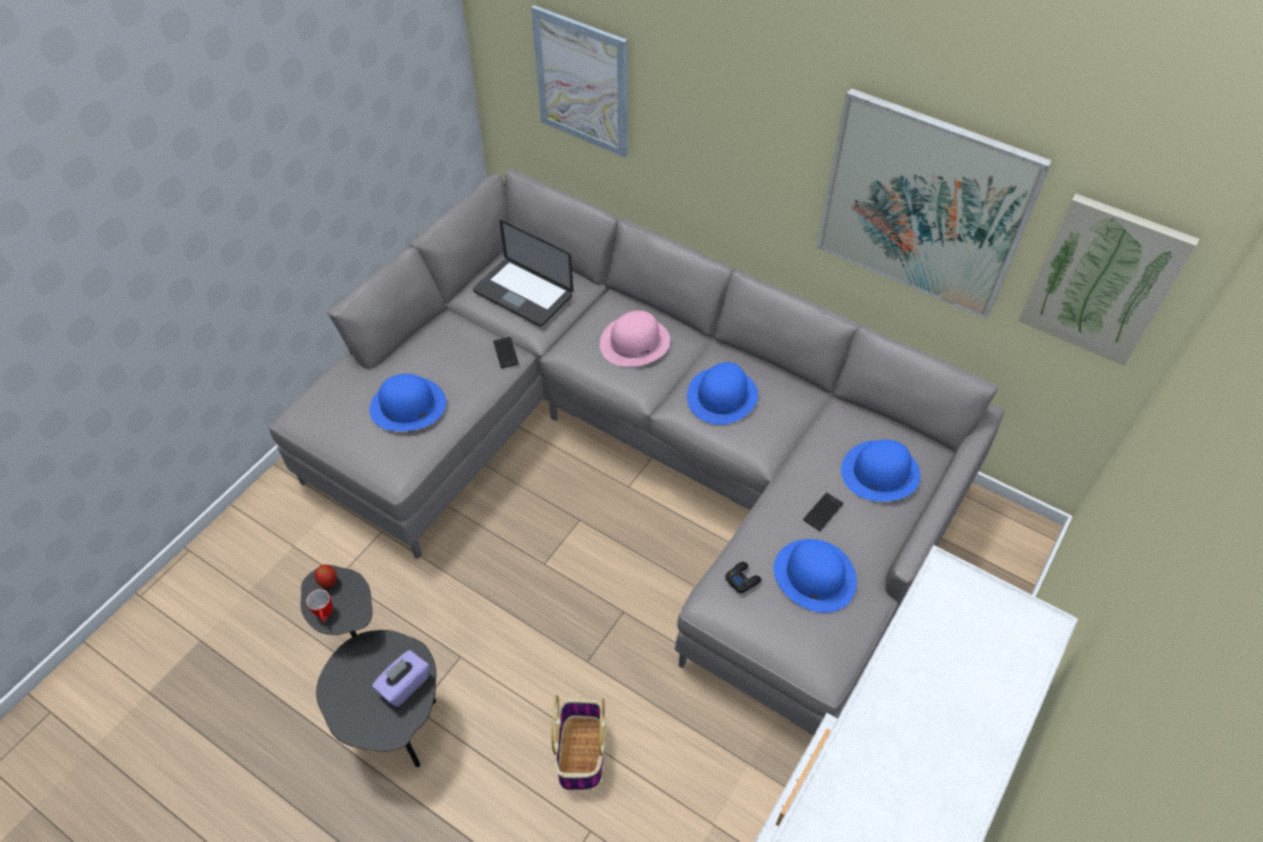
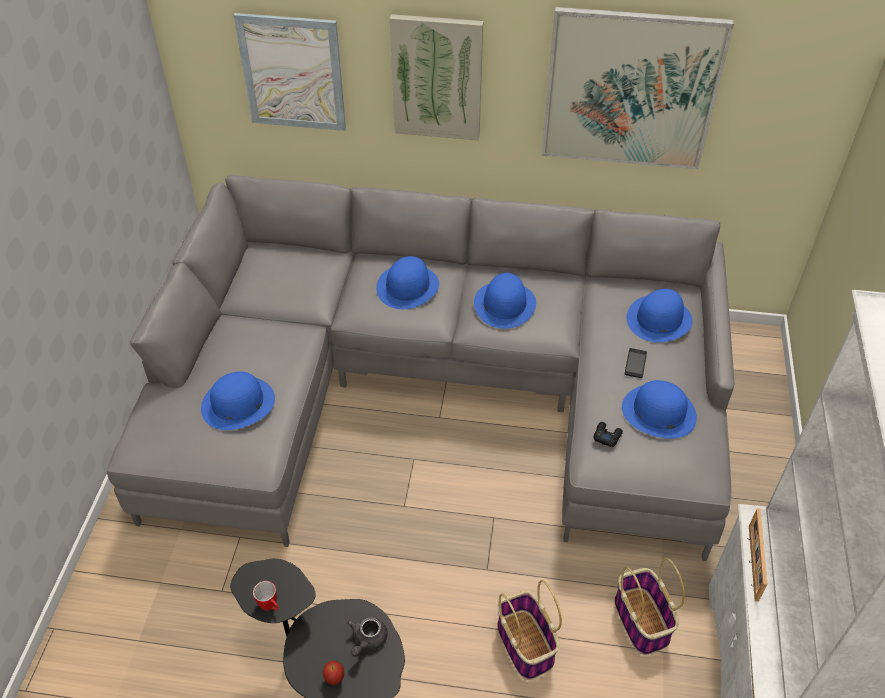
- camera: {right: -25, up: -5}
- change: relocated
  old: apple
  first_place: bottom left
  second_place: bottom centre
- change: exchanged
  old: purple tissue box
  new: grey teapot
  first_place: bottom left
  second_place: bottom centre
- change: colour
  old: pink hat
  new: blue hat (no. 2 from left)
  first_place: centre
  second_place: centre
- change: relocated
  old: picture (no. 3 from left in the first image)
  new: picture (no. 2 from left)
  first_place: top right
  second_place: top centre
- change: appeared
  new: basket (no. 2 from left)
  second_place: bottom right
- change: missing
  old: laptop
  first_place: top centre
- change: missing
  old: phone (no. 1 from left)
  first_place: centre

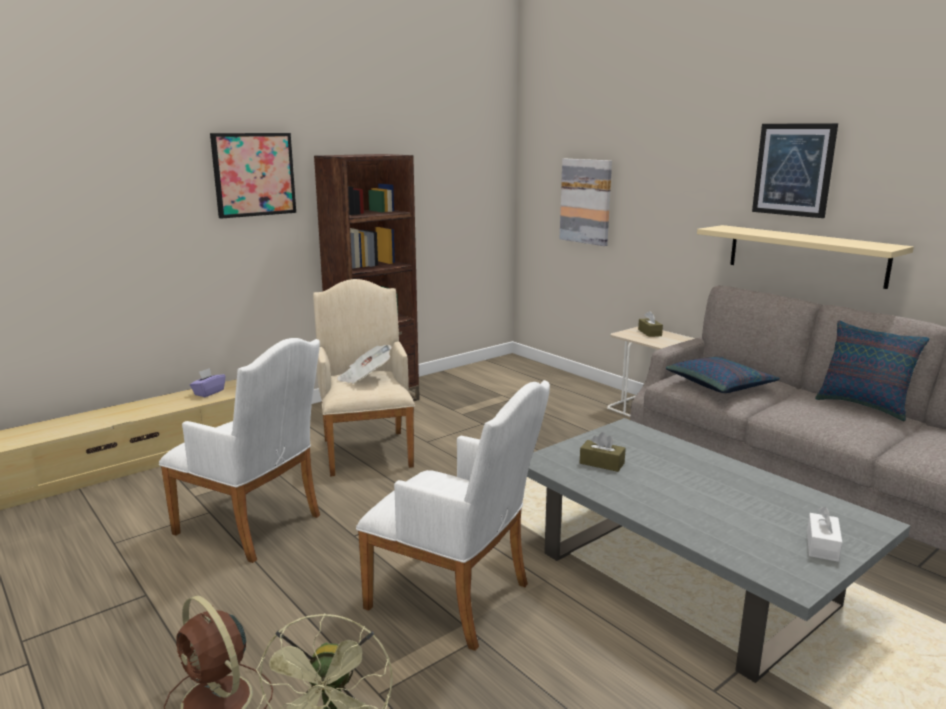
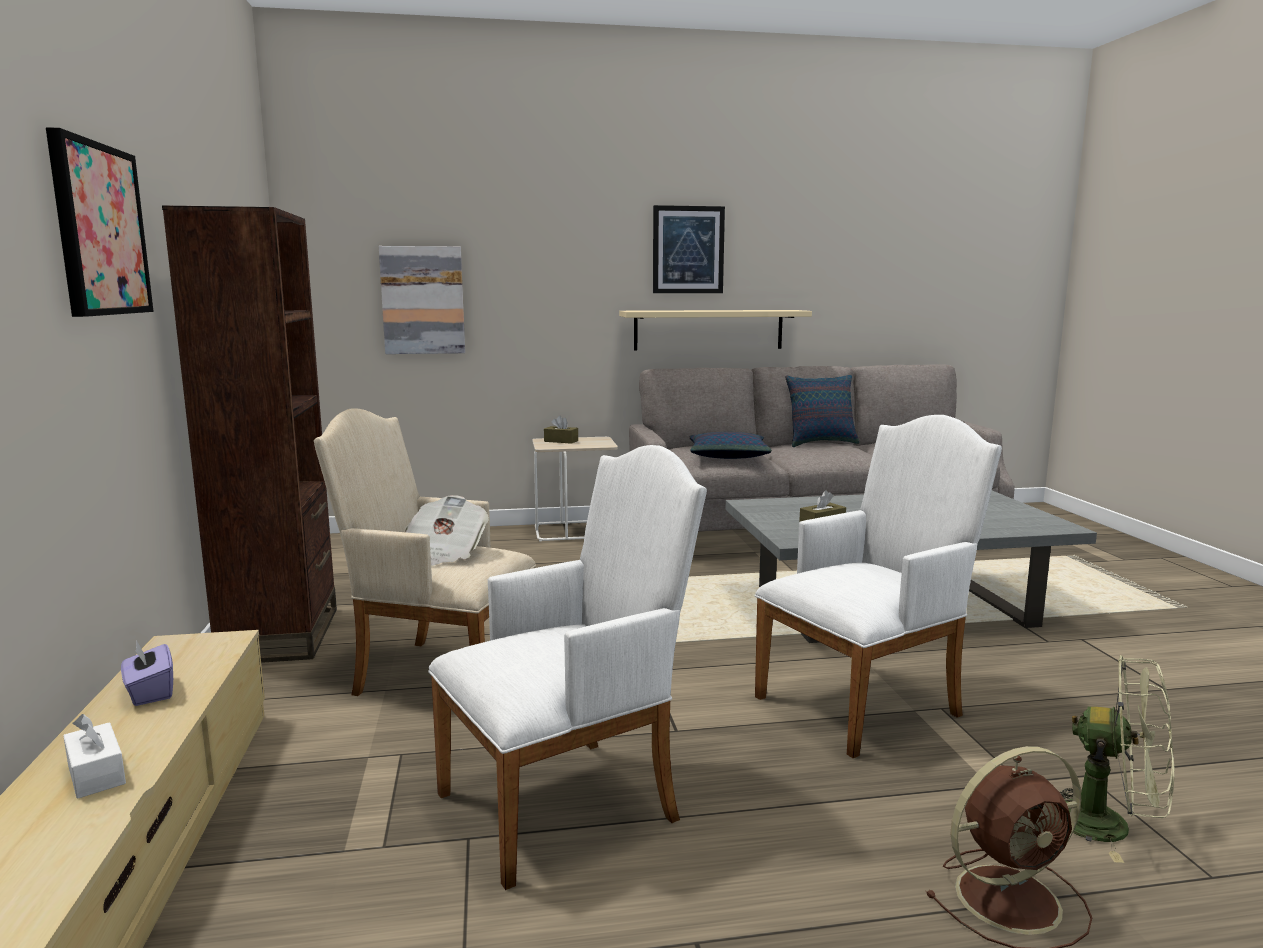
- camera: {right: -60, up: -5}
- change: relocated
  old: white tissue box
  first_place: bottom right
  second_place: bottom left

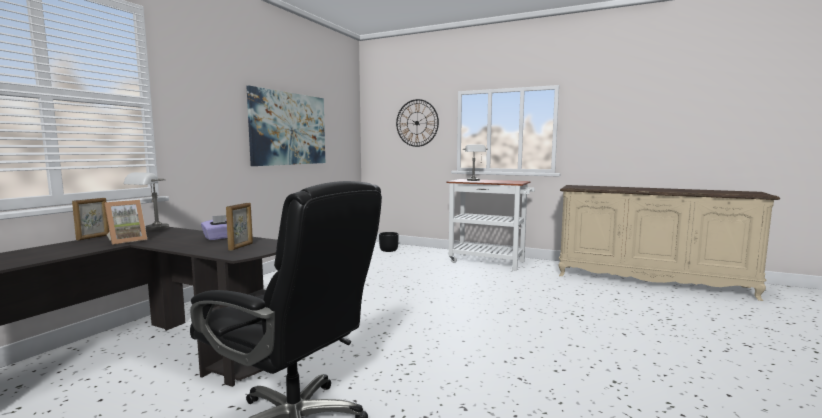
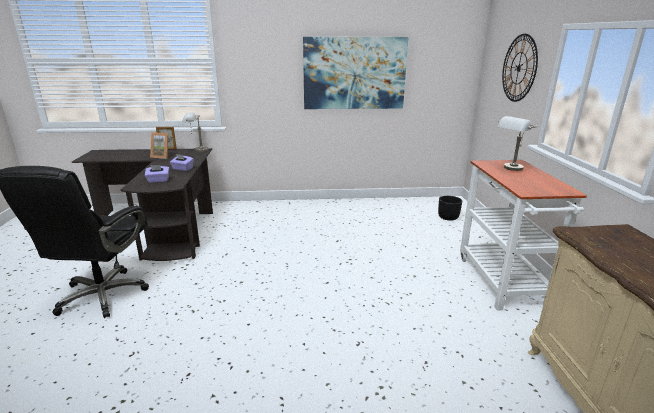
- camera: {right: 60, up: 15}
- change: exchanged
  old: picture frame (no. 3 from left)
  new: purple tissue box (no. 1 from left)
  first_place: middle left
  second_place: middle left

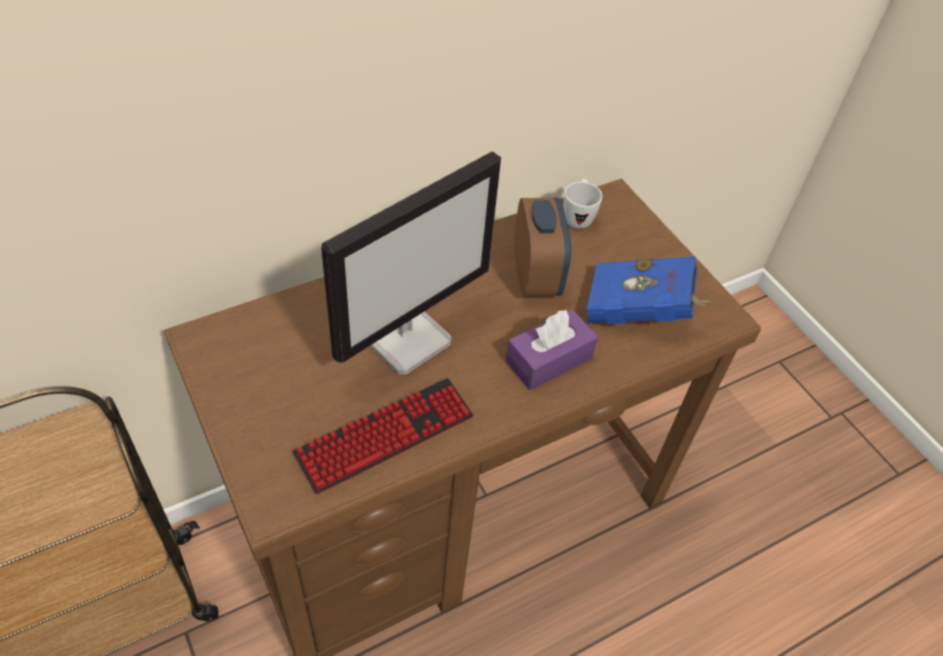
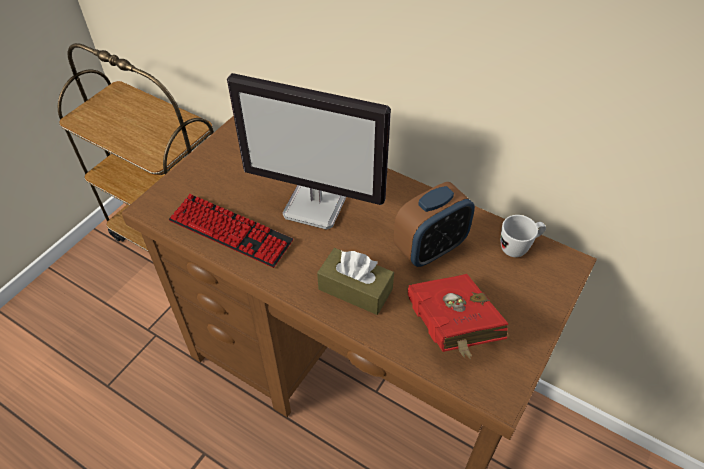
- camera: {right: 65, up: 0}
- change: colour
  old: purple tissue box
  new: brown tissue box
  first_place: centre
  second_place: centre
- change: colour
  old: blue book
  new: red book
  first_place: middle right
  second_place: bottom centre

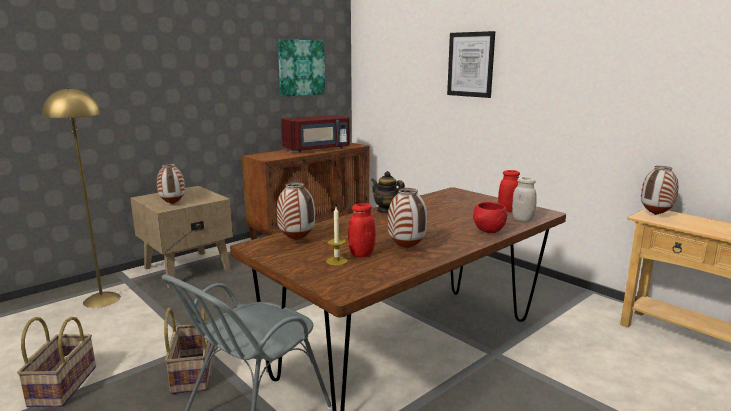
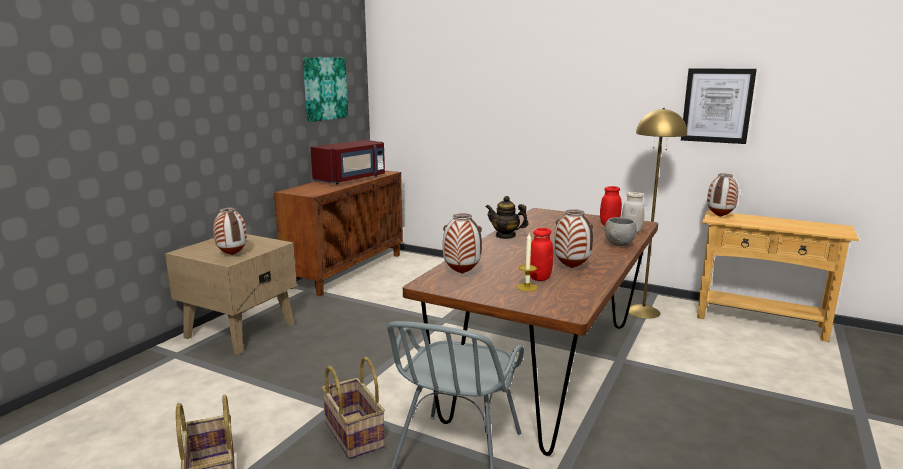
- camera: {right: -20, up: 0}
- change: colour
  old: red bowl
  new: grey bowl
  first_place: middle right
  second_place: middle right
- change: relocated
  old: yellow floor lamp
  first_place: middle left
  second_place: middle right
- change: relocated
  old: picture (no. 2 from left)
  first_place: top centre
  second_place: top right

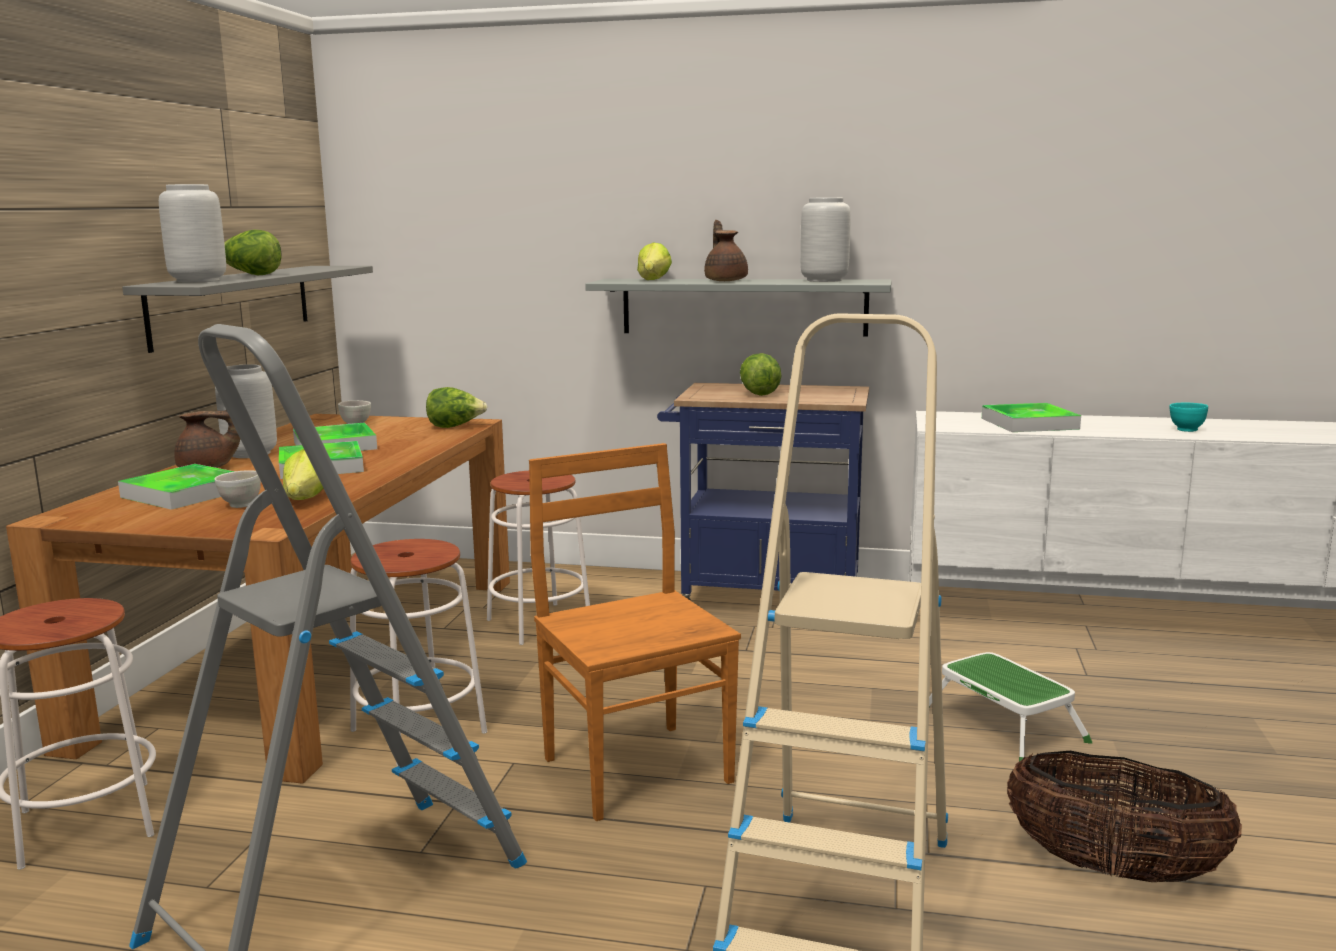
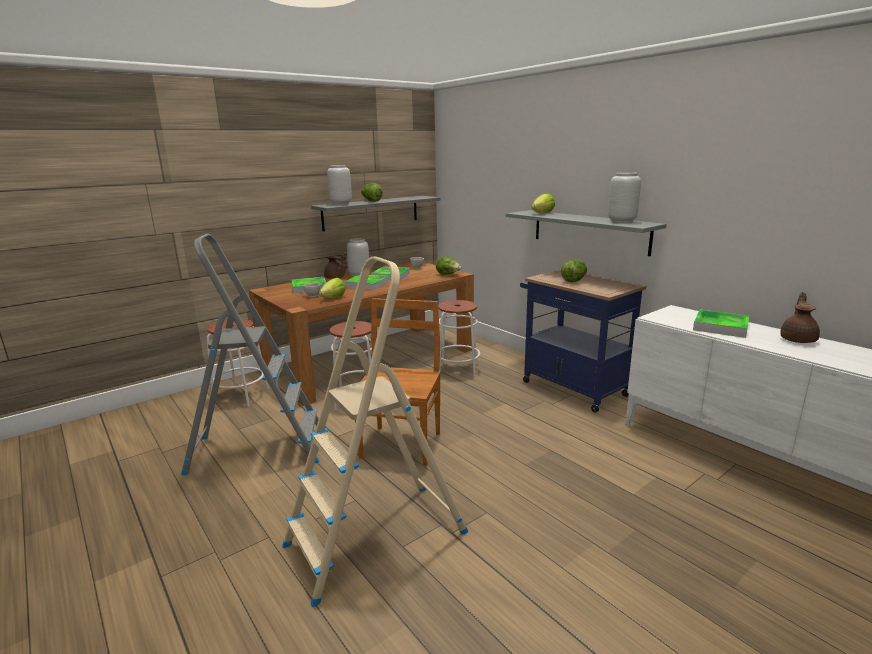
- camera: {right: 40, up: 5}
- change: relocated
  old: brown teapot (no. 2 from left)
  first_place: top centre
  second_place: middle right
- change: missing
  old: green step ladder
  first_place: bottom right
- change: missing
  old: basket
  first_place: bottom right
- change: missing
  old: turquoise bowl
  first_place: middle right

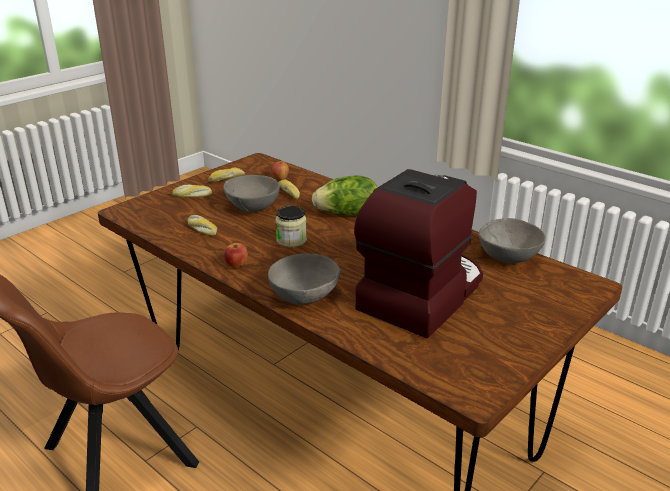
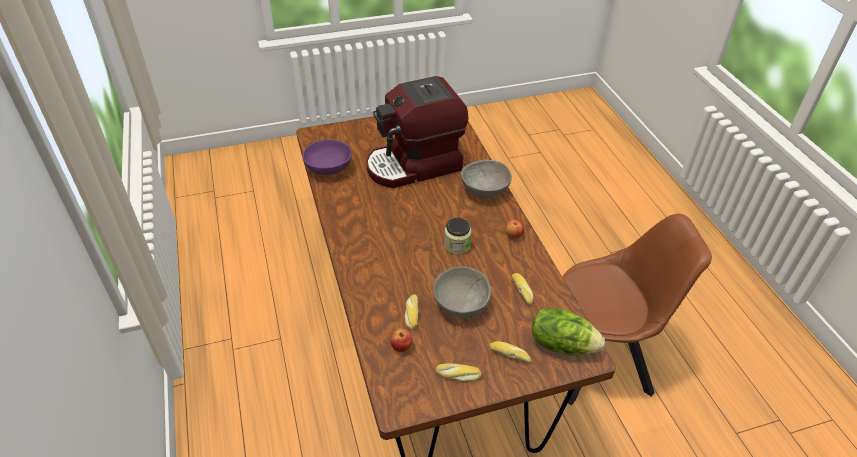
- camera: {right: -150, up: 15}
- change: colour
  old: grey bowl (no. 3 from left)
  new: purple bowl
  first_place: middle right
  second_place: centre
- change: relocated
  old: lettuce
  first_place: centre
  second_place: bottom centre

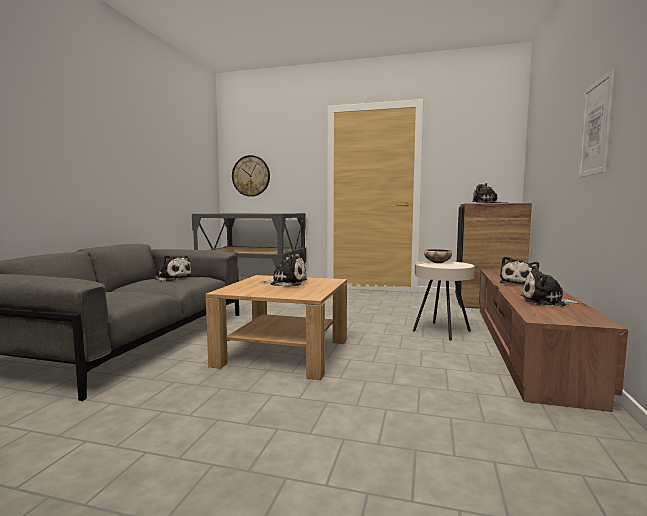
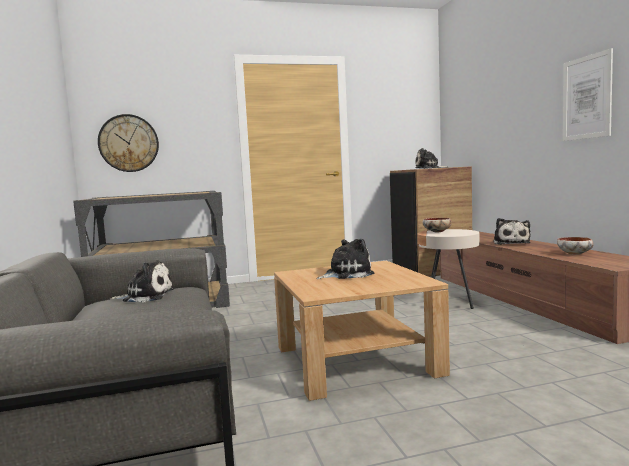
- camera: {right: -30, up: 0}
- change: exchanged
  old: plush toy (no. 5 from left)
  new: bowl (no. 2 from left)
  first_place: middle right
  second_place: middle right

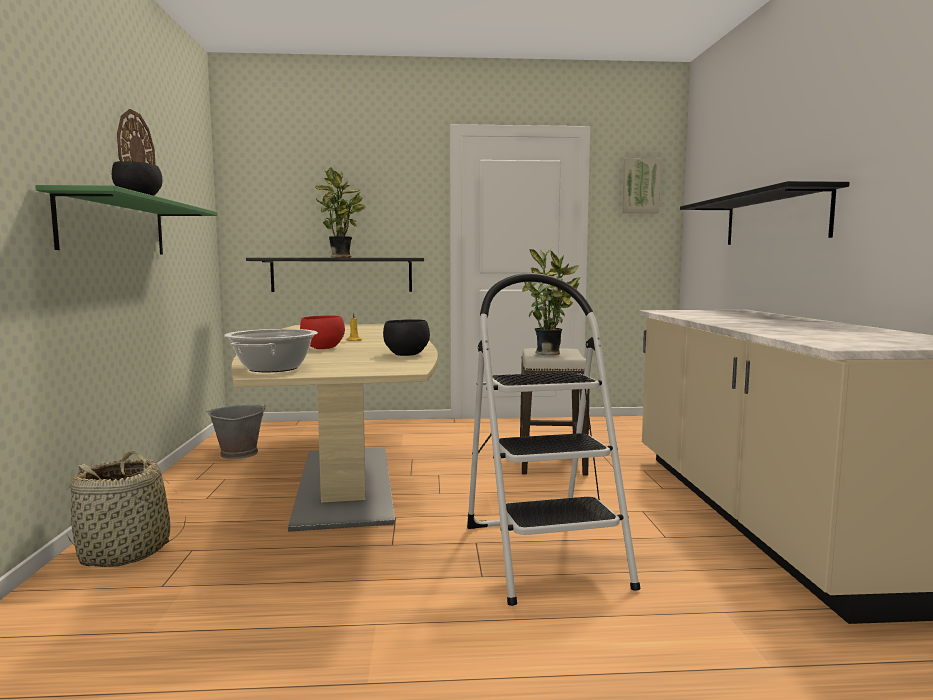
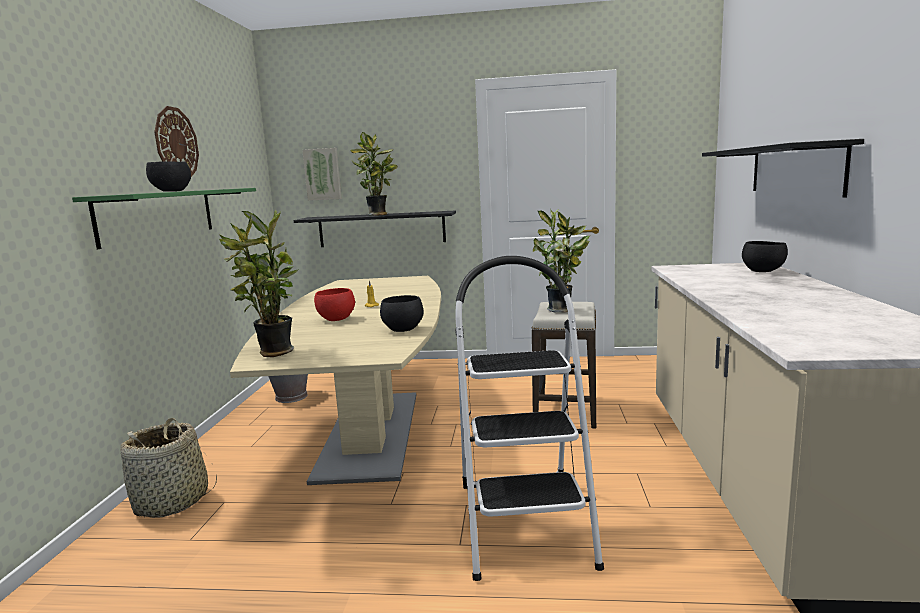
- camera: {right: 10, up: 5}
- change: exchanged
  old: cooking pot
  new: potted plant (no. 1 from left)
  first_place: middle left
  second_place: middle left
- change: relocated
  old: picture
  first_place: top right
  second_place: top centre
- change: appeared
  new: black bowl (no. 3 from left)
  second_place: middle right

